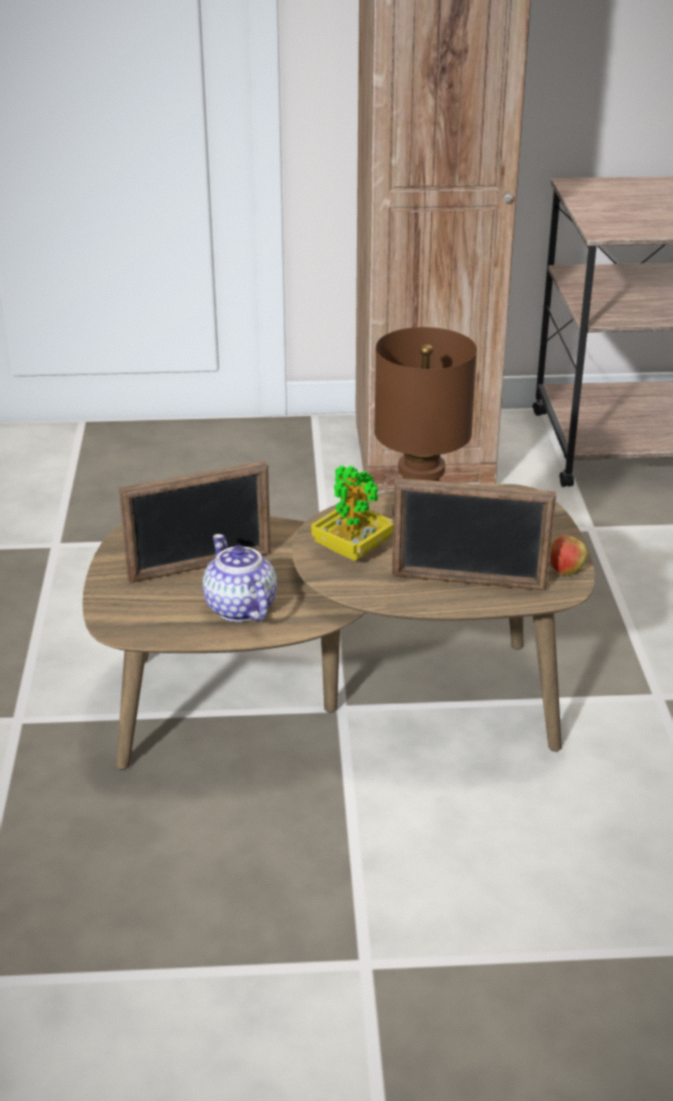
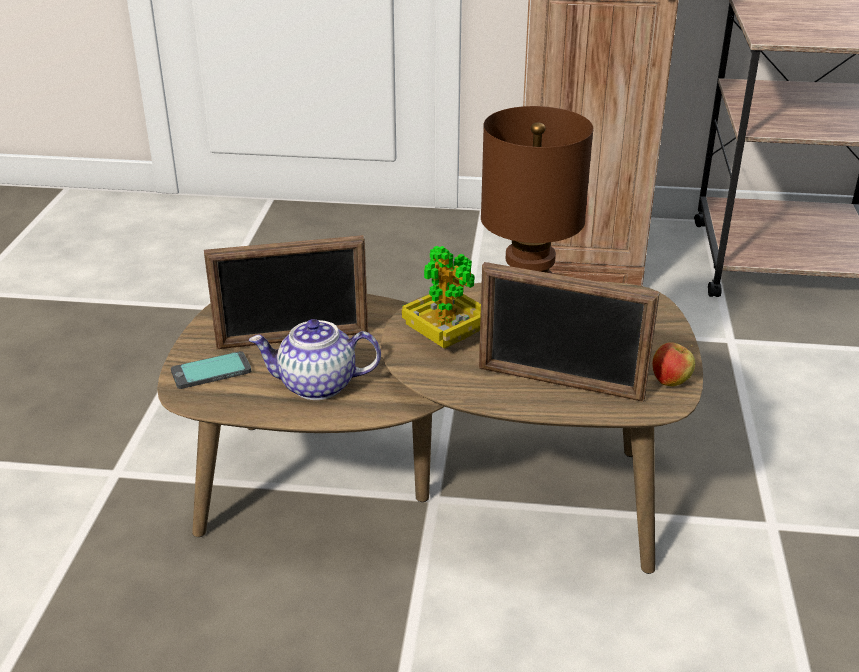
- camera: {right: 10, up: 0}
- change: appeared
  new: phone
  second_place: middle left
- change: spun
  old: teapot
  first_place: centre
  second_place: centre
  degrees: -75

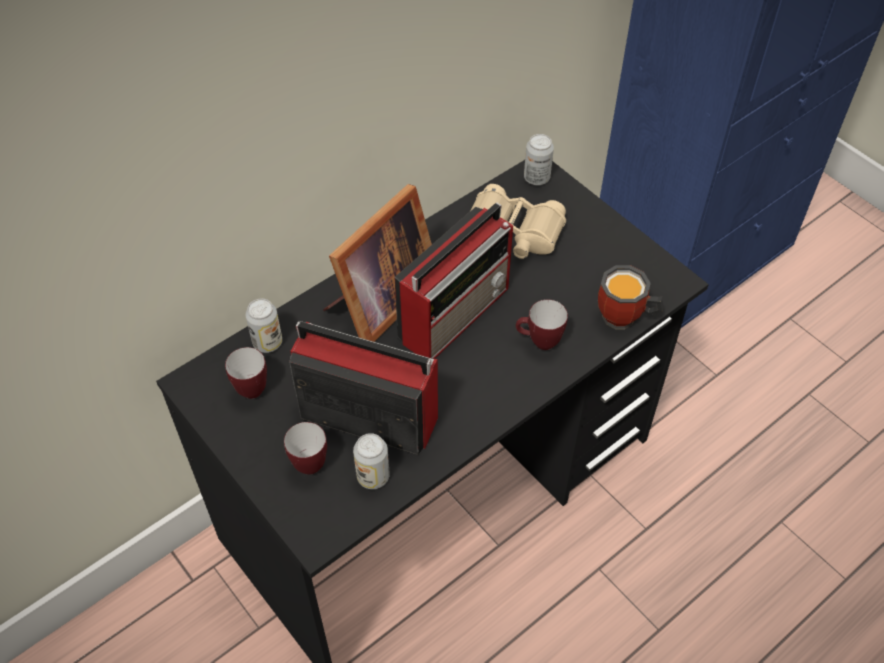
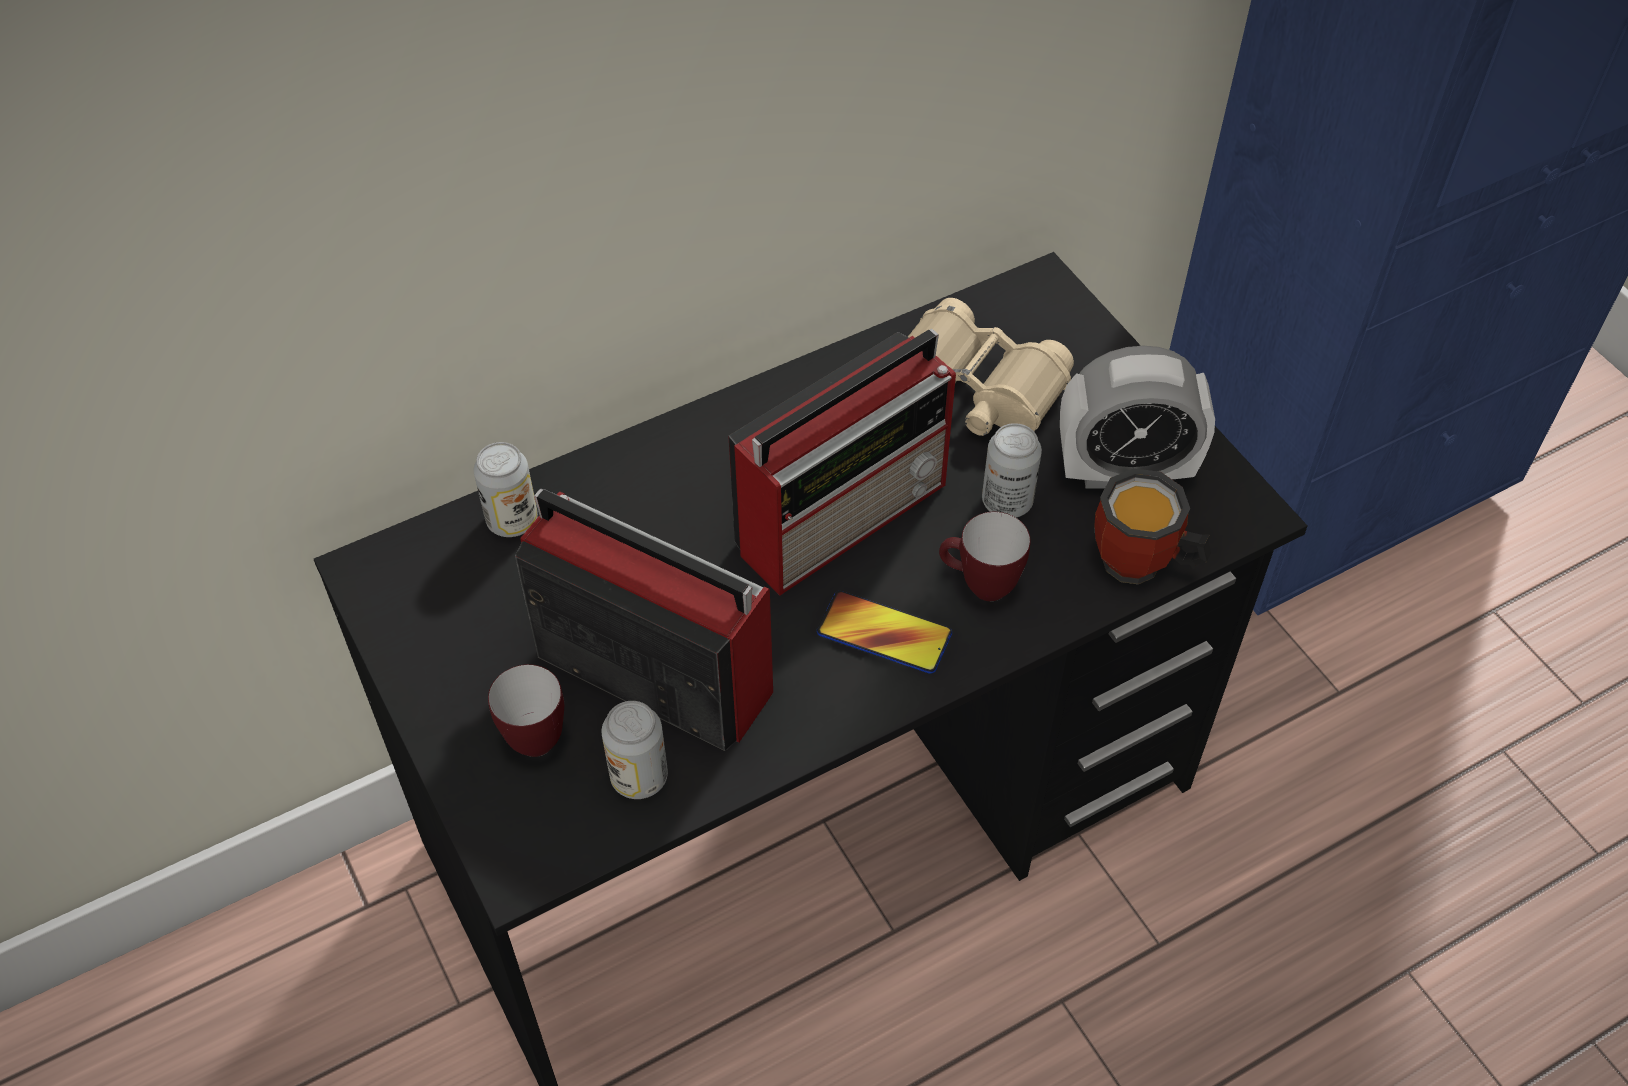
- camera: {right: 10, up: 0}
- change: appeared
  new: phone
  second_place: centre
- change: relocated
  old: can (no. 3 from left)
  first_place: top centre
  second_place: centre
- change: appeared
  new: alarm clock
  second_place: middle right
- change: missing
  old: mug (no. 1 from left)
  first_place: middle left
- change: missing
  old: picture frame
  first_place: centre

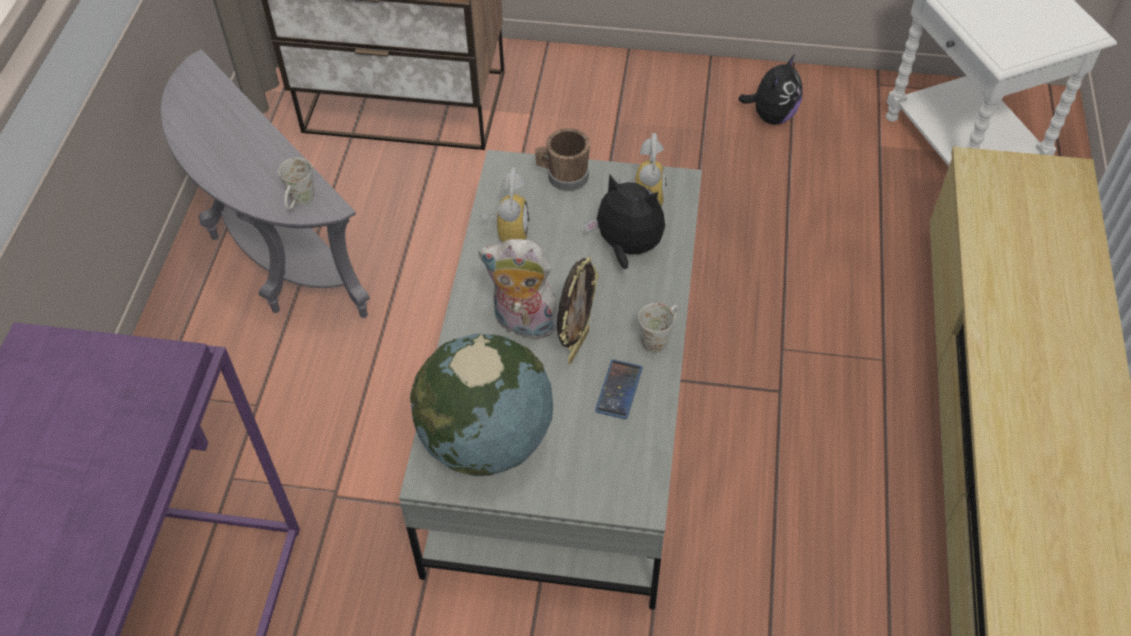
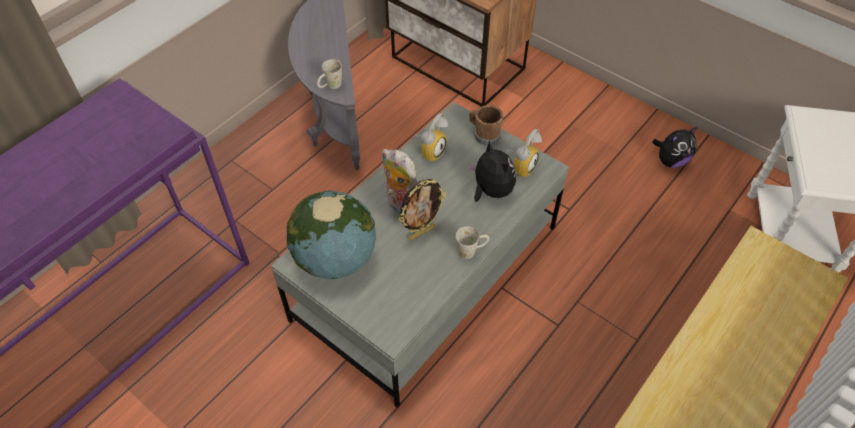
- camera: {right: 30, up: 0}
- change: missing
  old: phone
  first_place: centre

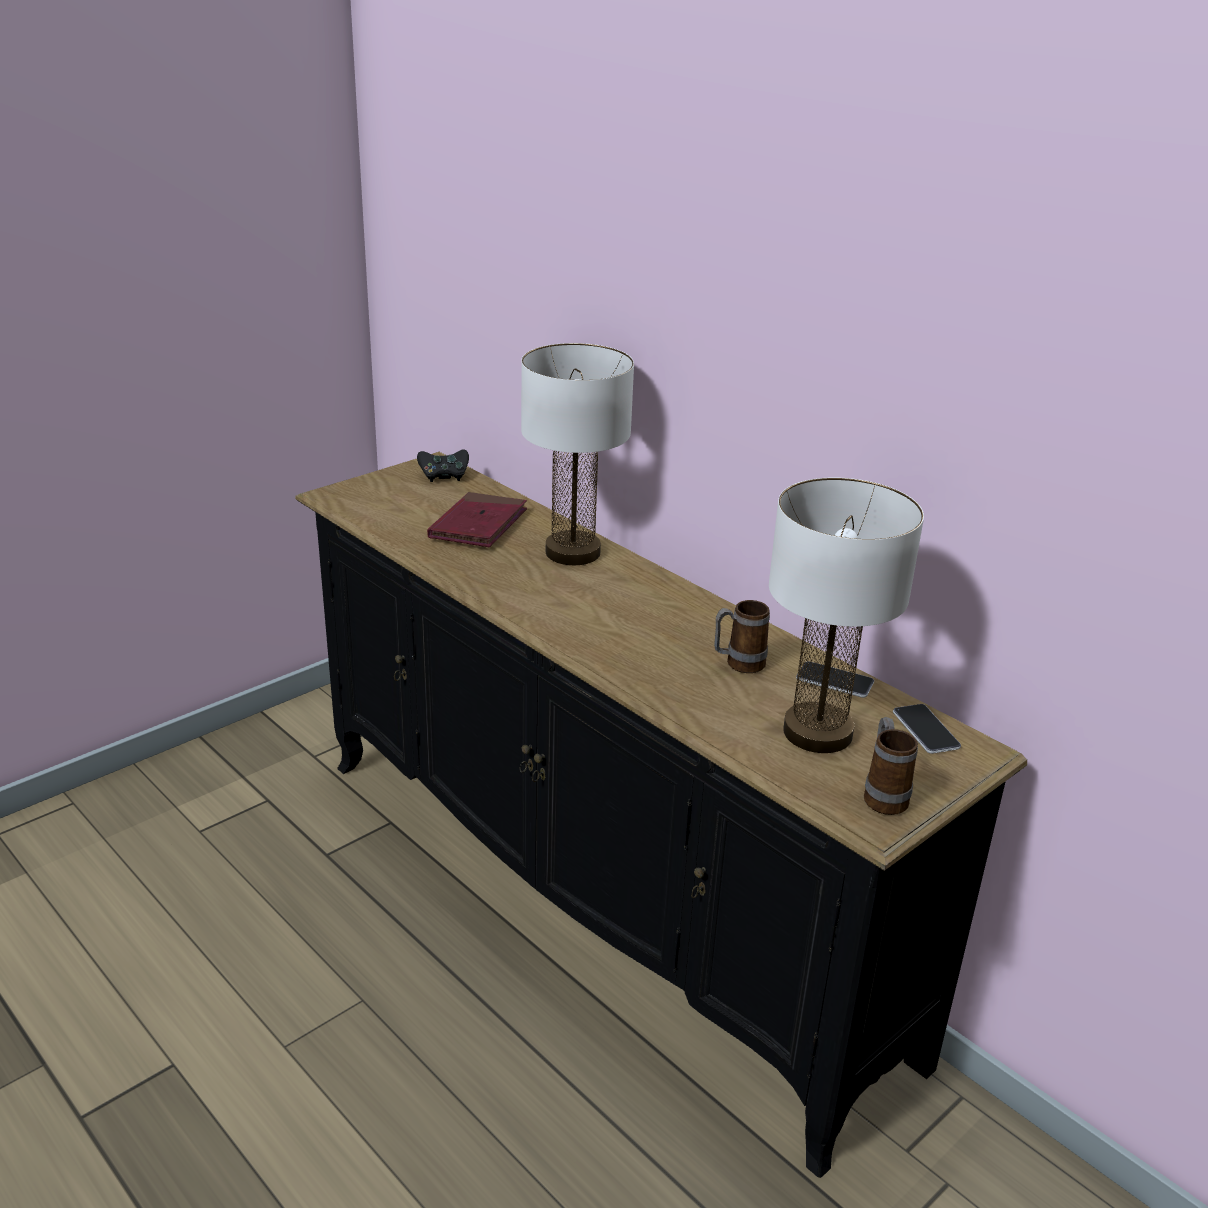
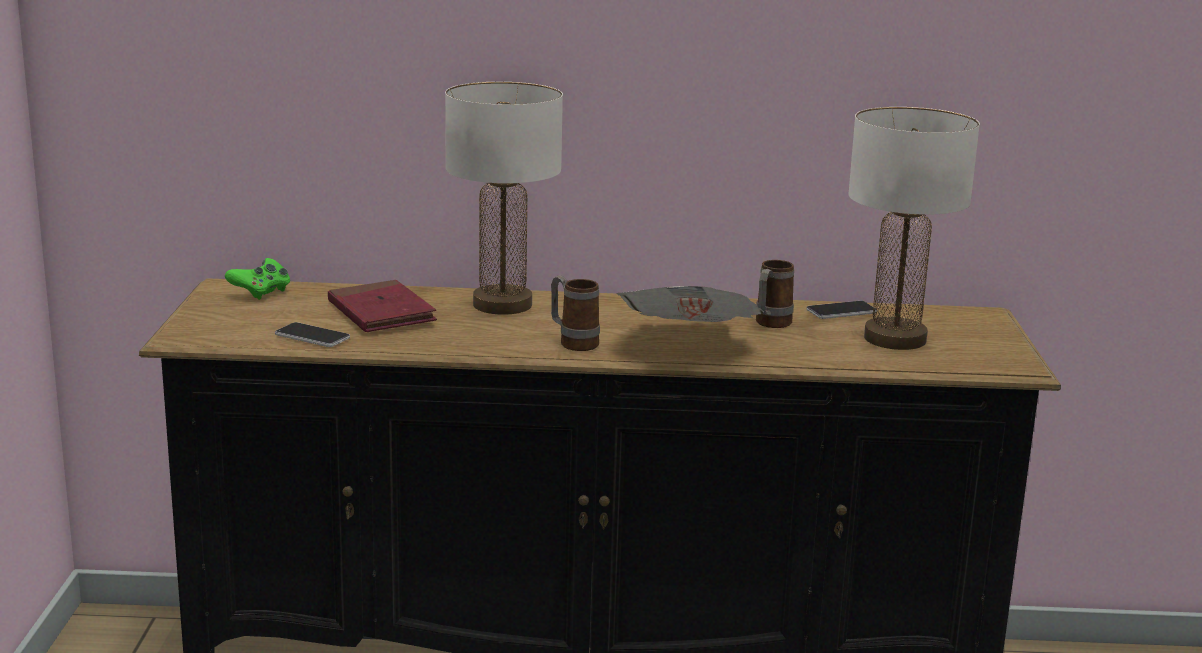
- camera: {right: -45, up: -10}
- change: colour
  old: black game controller
  new: green game controller
  first_place: centre
  second_place: middle left
- change: relocated
  old: phone (no. 2 from left in the first image)
  new: phone (no. 1 from left)
  first_place: middle right
  second_place: middle left
- change: relocated
  old: mug (no. 2 from left in the first image)
  new: mug (no. 1 from left)
  first_place: middle right
  second_place: centre
- change: appeared
  new: newspaper
  second_place: centre

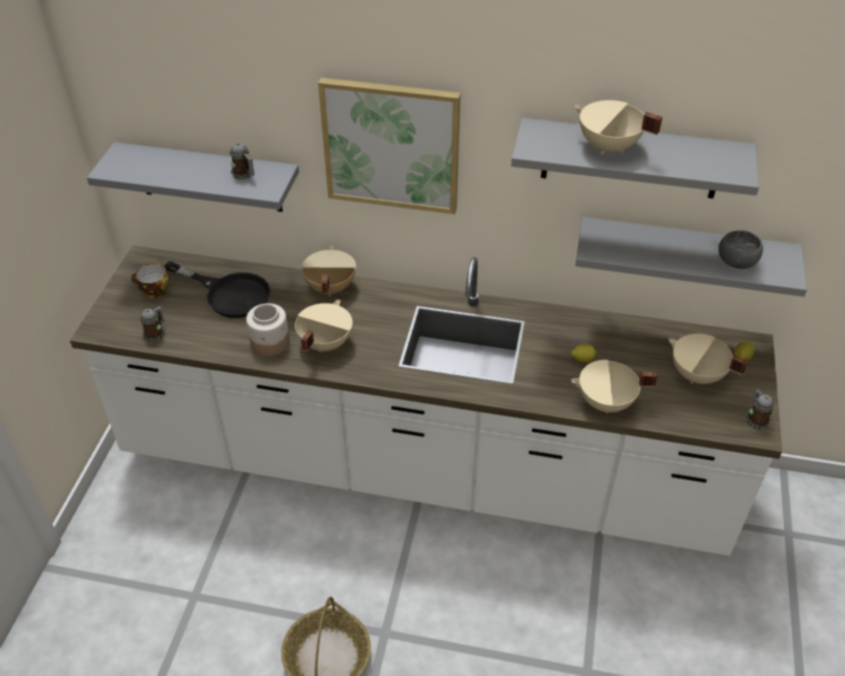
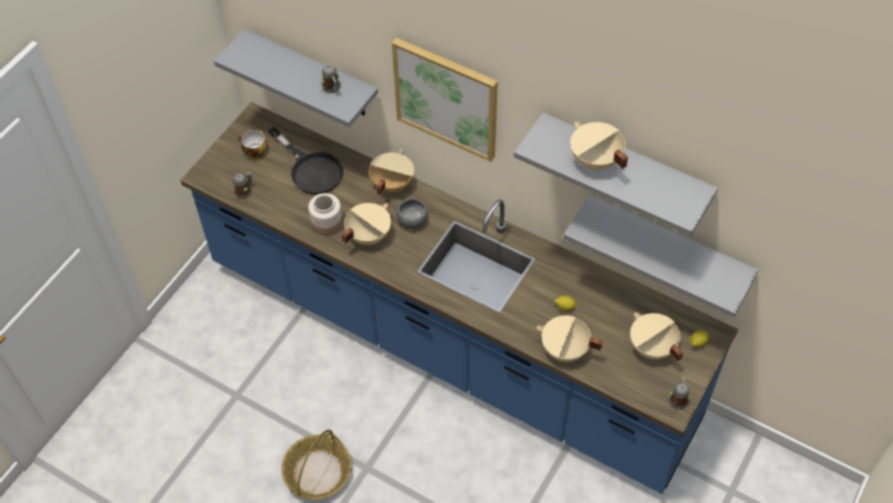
- camera: {right: 20, up: 10}
- change: colour
  old: white counter
  new: blue counter
  first_place: centre
  second_place: centre
- change: relocated
  old: grey bowl
  first_place: middle right
  second_place: centre

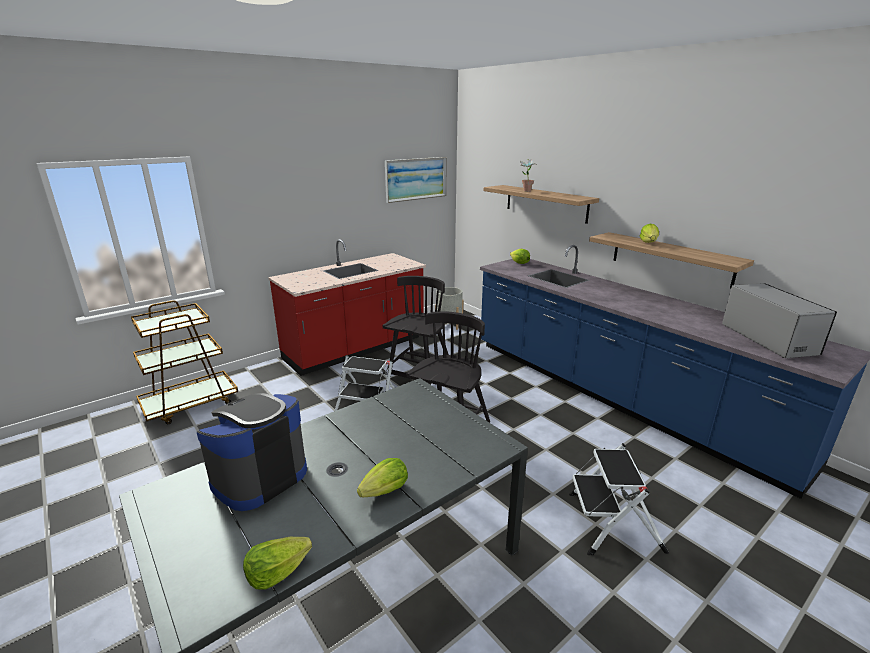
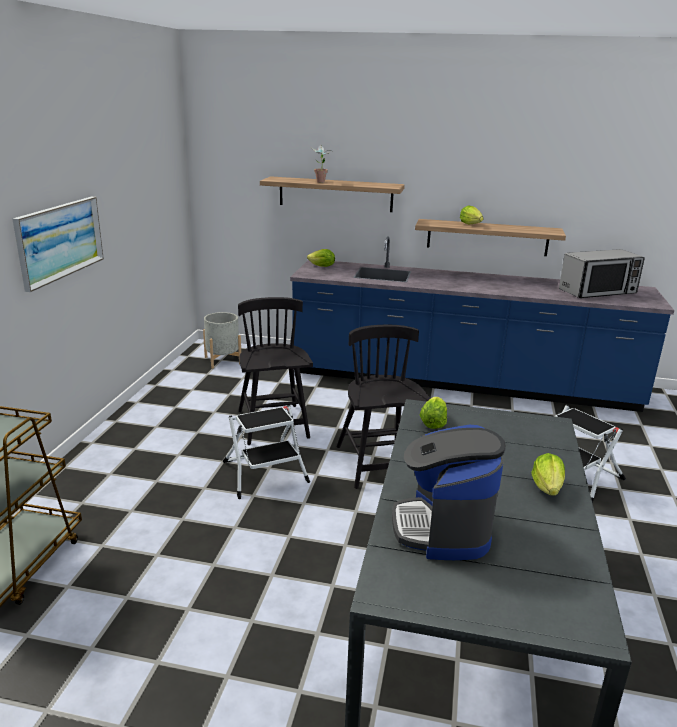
- camera: {right: -40, up: 0}
- change: relocated
  old: picture
  first_place: top centre
  second_place: middle left
- change: relocated
  old: lettuce (no. 1 from left in the first image)
  new: lettuce (no. 2 from left)
  first_place: bottom left
  second_place: centre
- change: spun
  old: microwave
  first_place: middle right
  second_place: middle right
  degrees: 120
- change: missing
  old: red counter
  first_place: centre

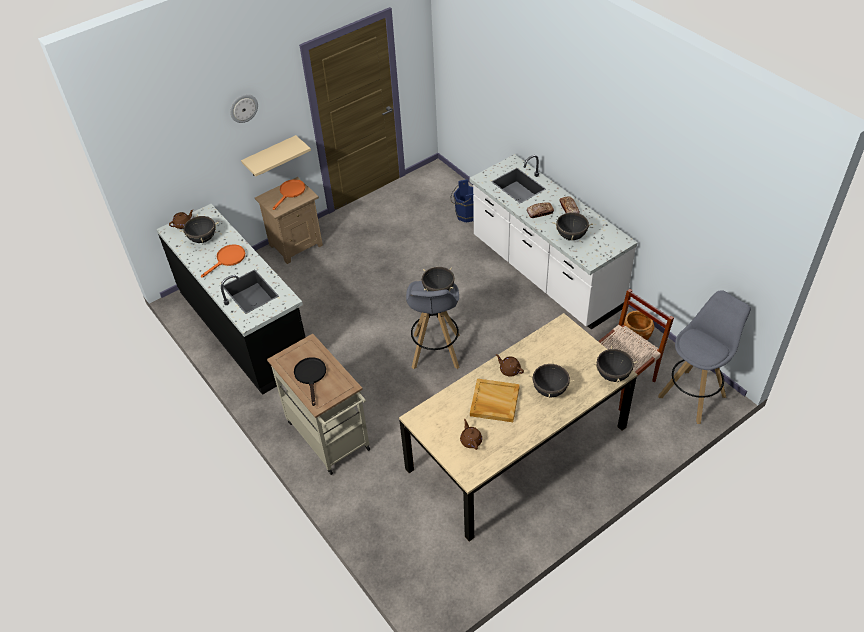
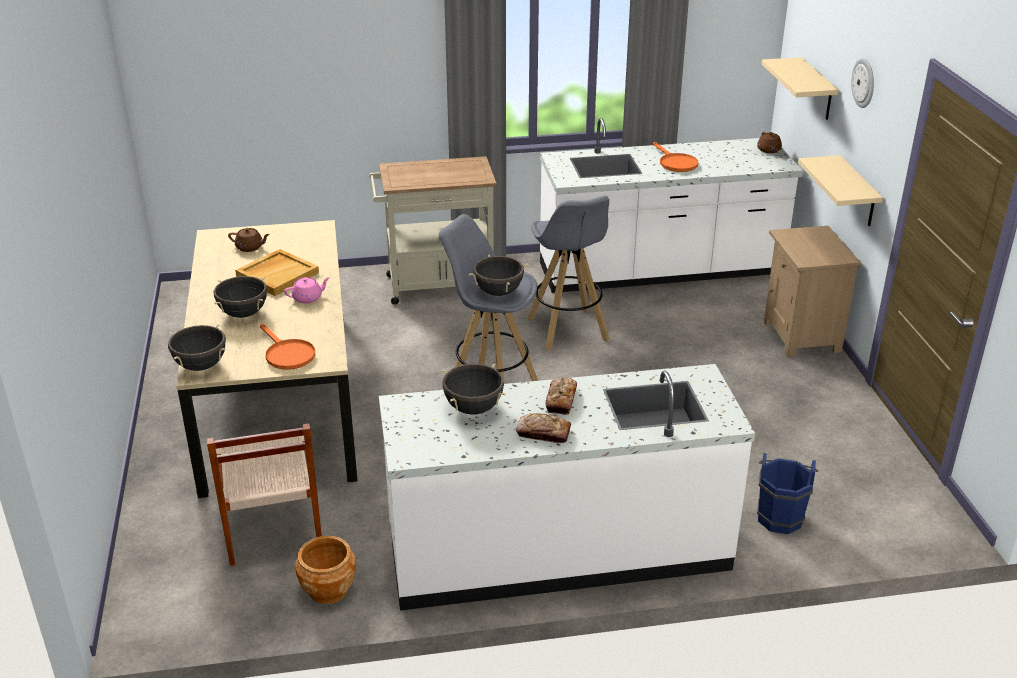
- camera: {right: 115, up: -15}
- change: relocated
  old: orange frying pan (no. 2 from left in the first image)
  new: orange frying pan (no. 1 from left)
  first_place: top centre
  second_place: middle left
- change: colour
  old: brown teapot (no. 3 from left)
  new: pink teapot
  first_place: centre
  second_place: middle left
- change: relocated
  old: grey stool (no. 2 from left)
  first_place: middle right
  second_place: centre
- change: colour
  old: black counter
  new: white counter (no. 2 from left)
  first_place: middle left
  second_place: top centre
- change: appeared
  new: beige shelf (no. 1 from left)
  second_place: top right
- change: missing
  old: black cooking pot (no. 1 from left)
  first_place: middle left
- change: missing
  old: black frying pan
  first_place: centre

